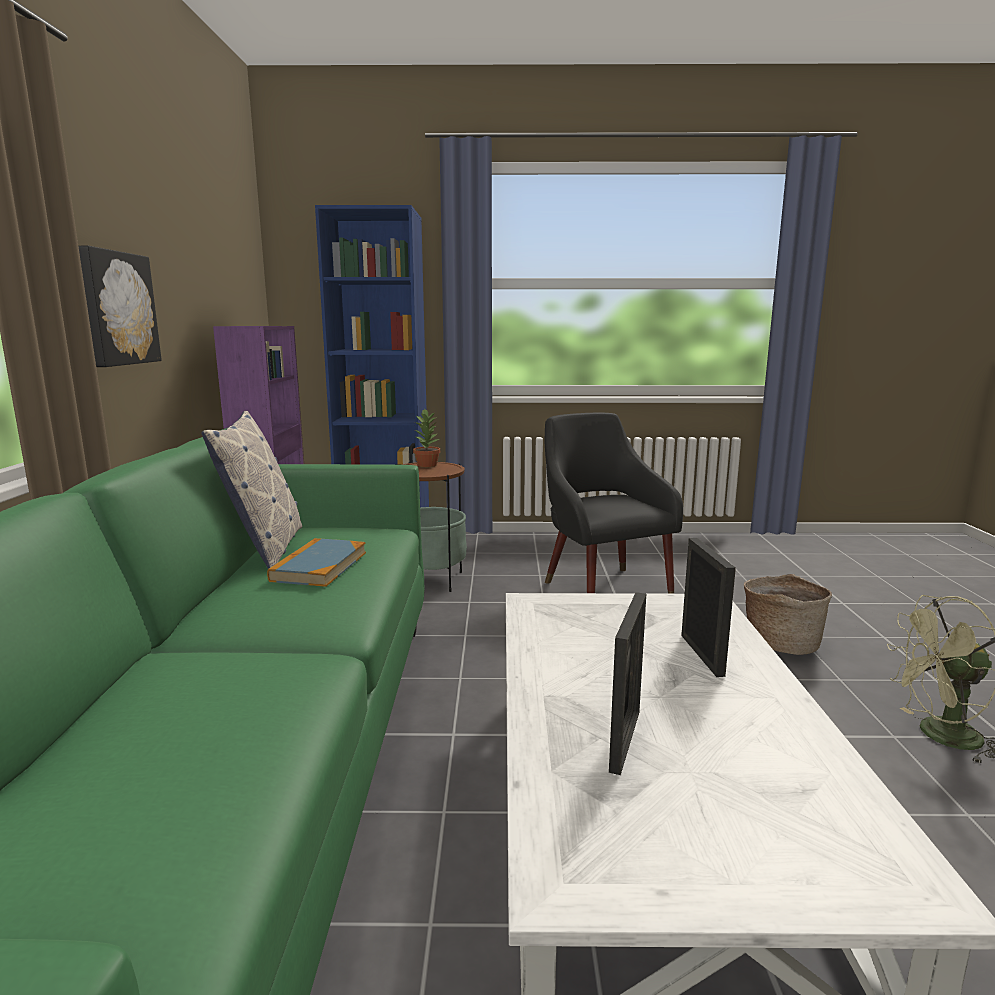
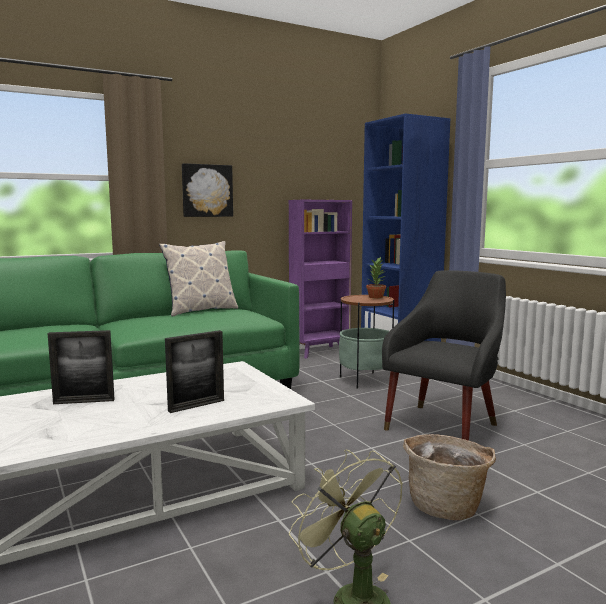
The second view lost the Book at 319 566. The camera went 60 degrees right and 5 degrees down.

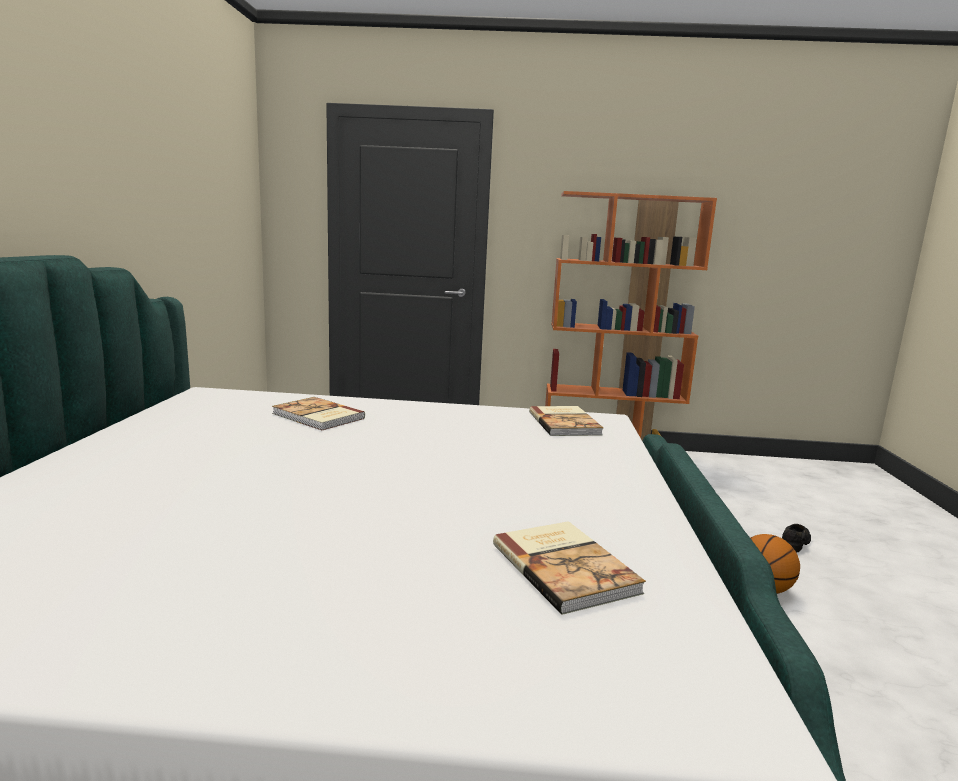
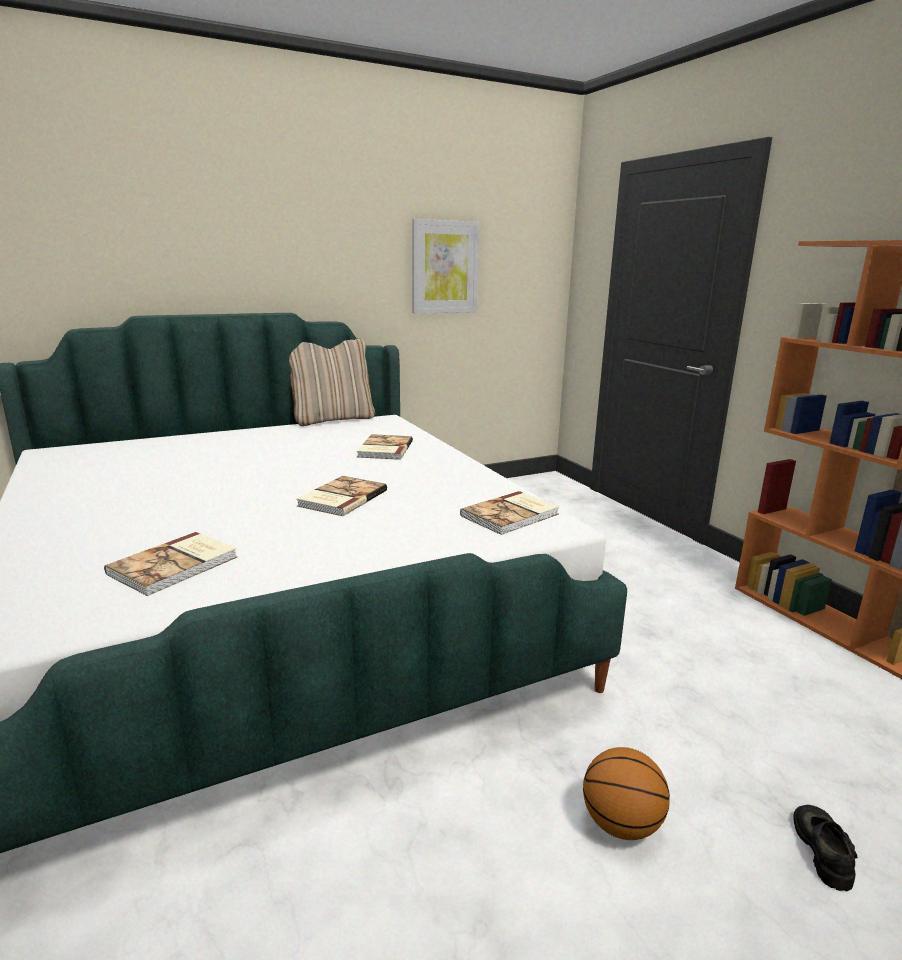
The BlackShoe at 794 542 ended up facing another way, 90 degrees counterclockwise from before. The second view gained the Picture at 444 267. The second view gained the BeigePillow at 332 419. The second view gained the Book at 341 498. The camera went 60 degrees right and 5 degrees up.

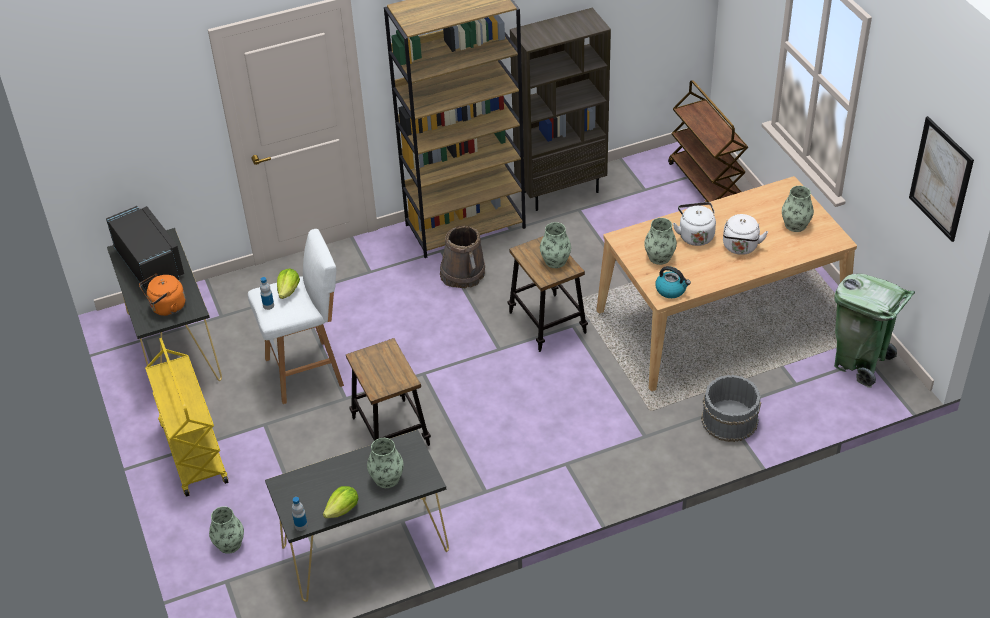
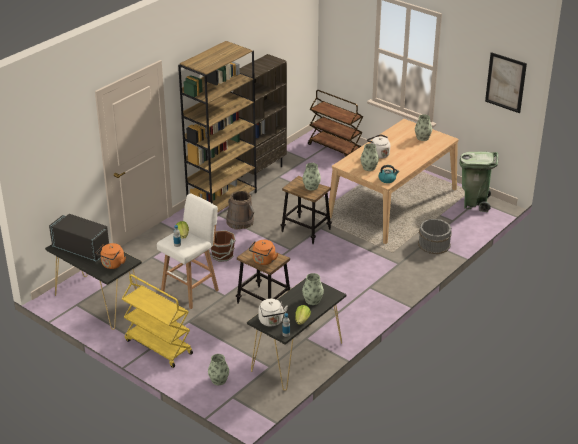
The WhiteKettle ended up elsewhere, having gone from 740 247 to 271 322. The second view gained the BrownBucket at 222 255. The second view gained the OrangeKettle at 263 261. The camera went 30 degrees left and 10 degrees down.

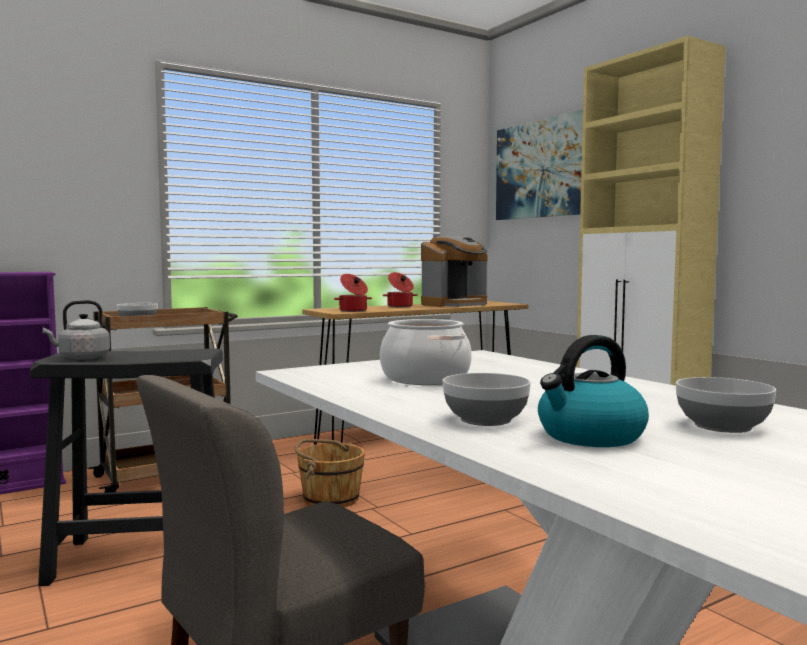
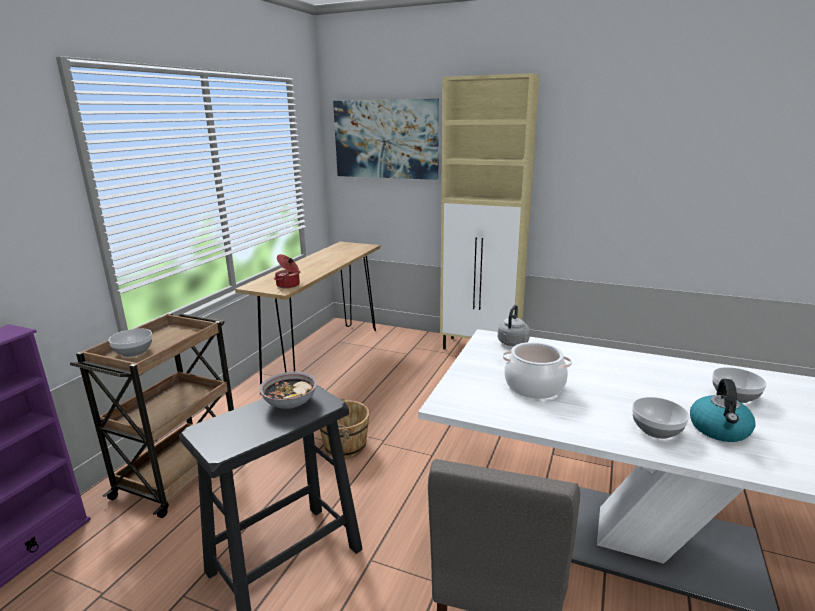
The second view lost the CoffeeMachine at 455 304. The second view lost the CookingPot at 400 306. The GreyKettle ended up elsewhere, having gone from 81 358 to 512 343. The second view gained the Bowl at 290 401. The camera went 35 degrees left and 15 degrees up.

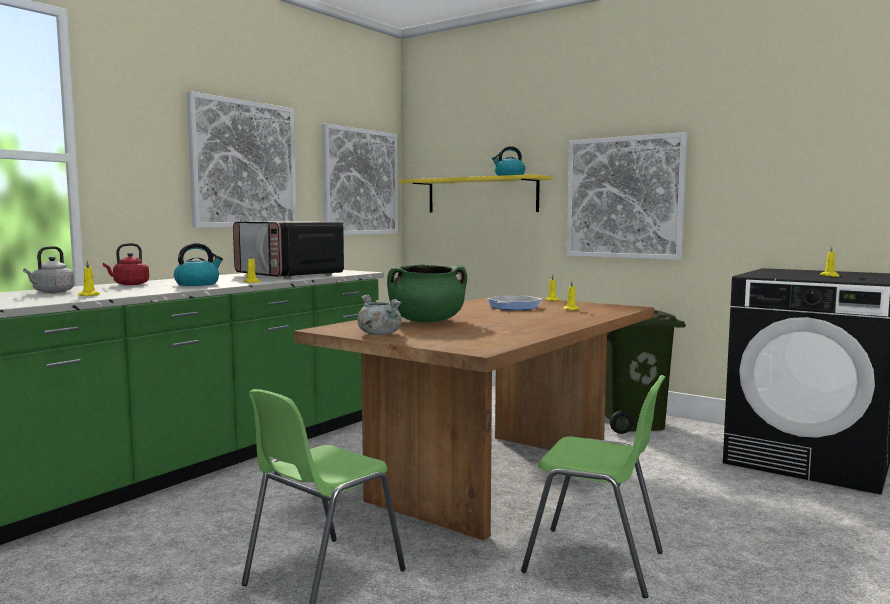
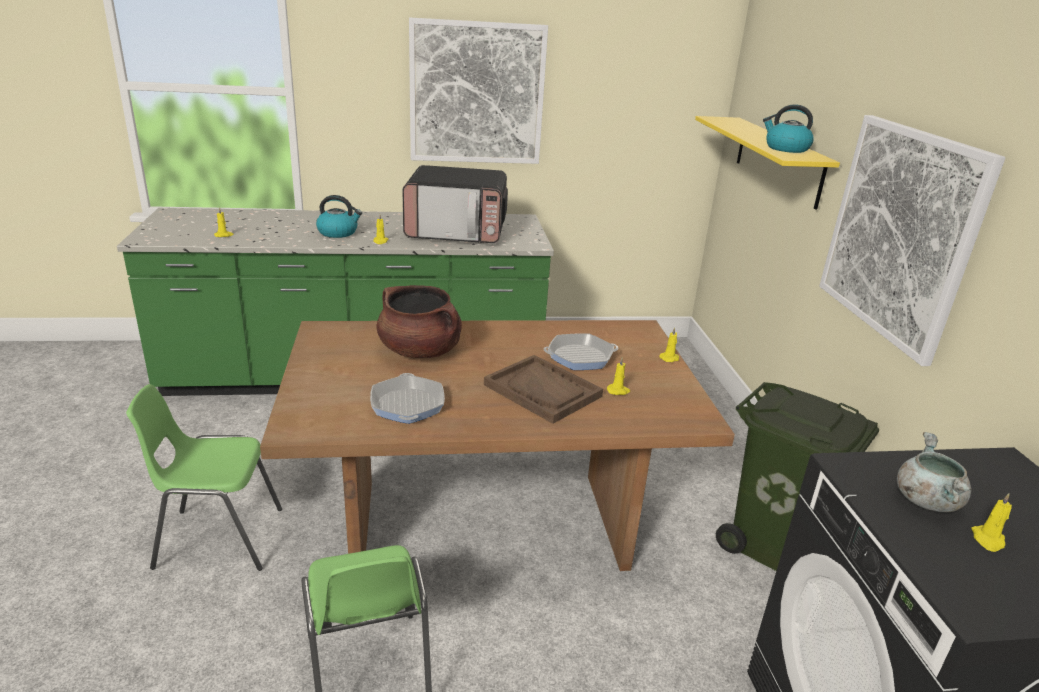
The second view lost the Picture at 360 182. The Microwave at 289 275 ended up facing another way, 90 degrees counterclockwise from before. The second view lost the RedKettle at 129 284. The second view lost the GreyKettle at 52 292. What was the GreenCookingPot at 427 321 turned into the BrownCookingPot at 420 351. The GreyCookingPot ended up elsewhere, having gone from 379 334 to 926 500. The second view gained the BrownTray at 543 391. The second view gained the FryingPan at 407 405. The camera went 45 degrees right and 20 degrees up.

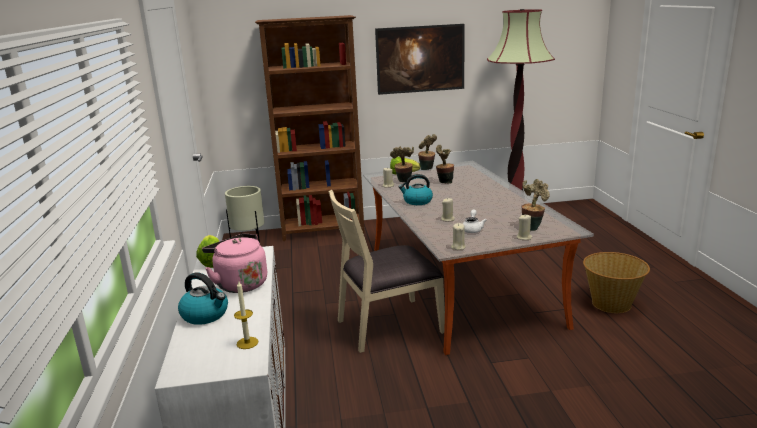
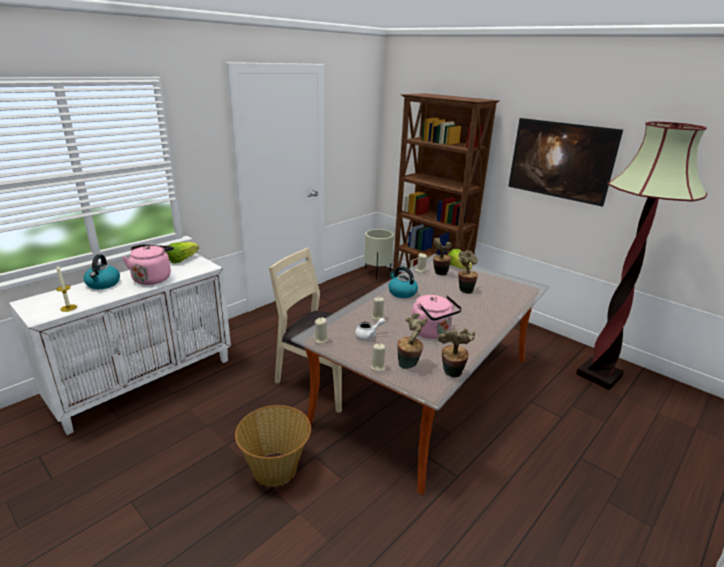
The PottedPlant ended up elsewhere, having gone from 427 169 to 452 374. The Basket ended up elsewhere, having gone from 611 303 to 276 468. The second view gained the PinkKettle at 432 332. The camera went 50 degrees right and 5 degrees up.

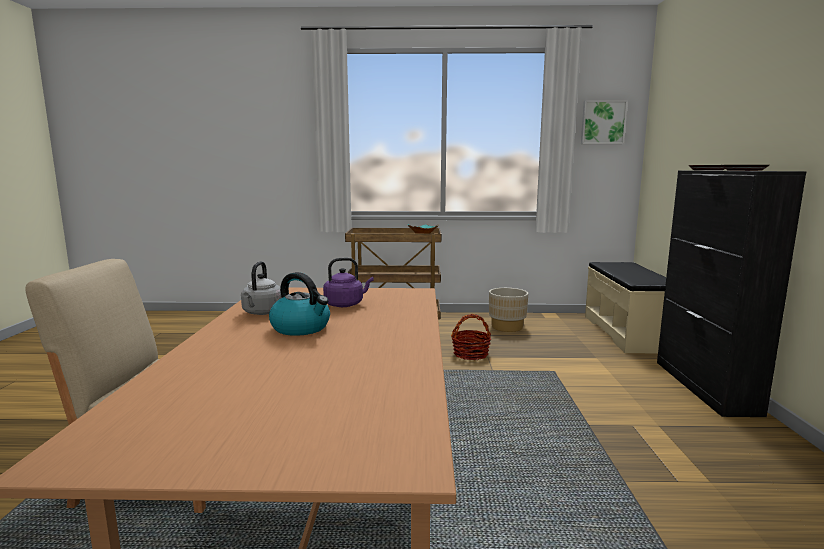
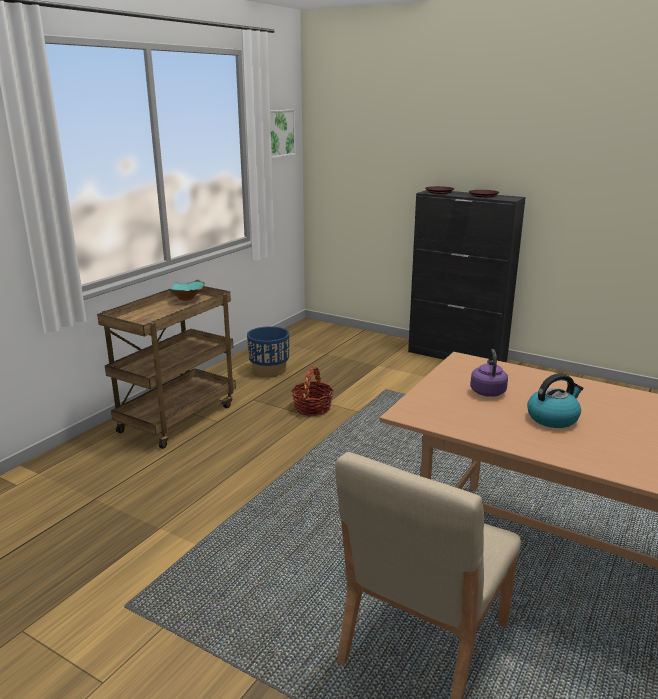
The second view lost the GreyKettle at 262 313. The second view lost the BeigeBench at 628 333. What was the BeigePlanter at 507 327 turned into the BluePlanter at 269 370. The camera went 60 degrees left and 10 degrees up.

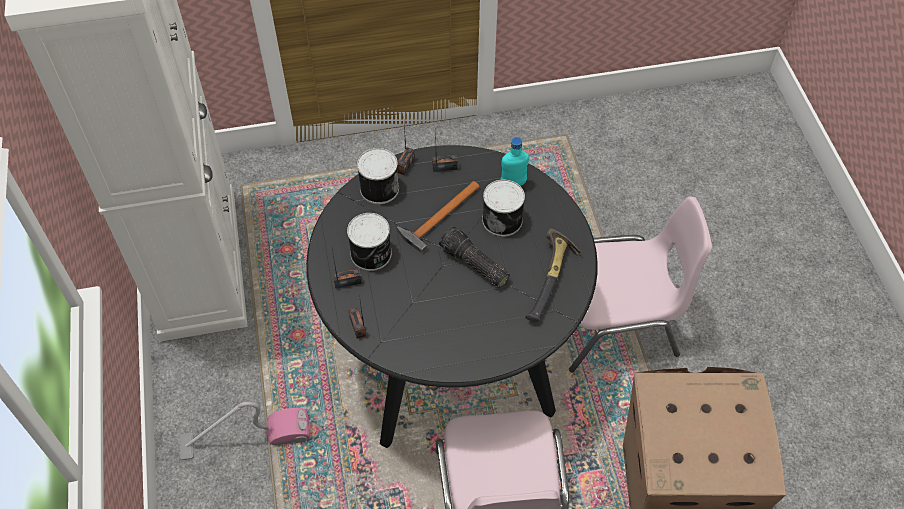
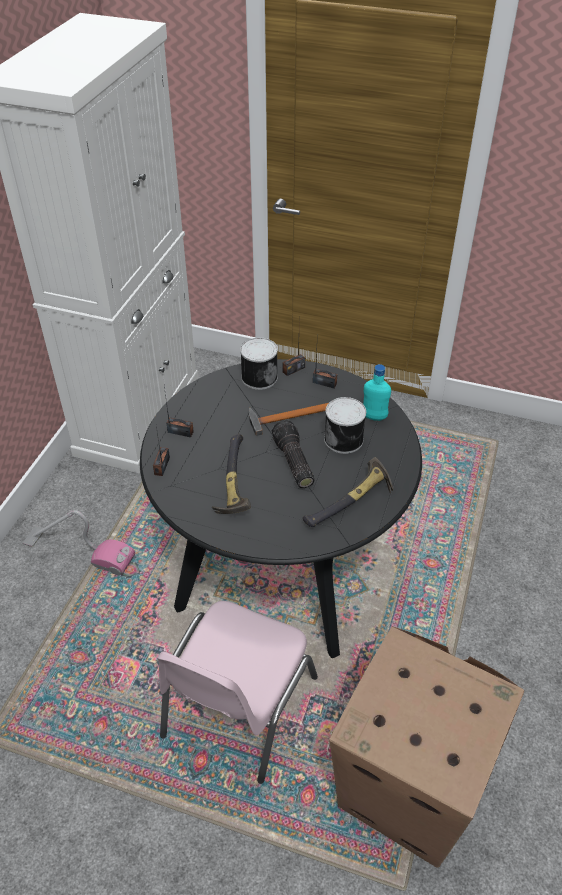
The second view lost the PinkChair at 616 320. The second view lost the Can at 372 254. The second view gained the Hammer at 231 483. The camera went 30 degrees right and 10 degrees down.

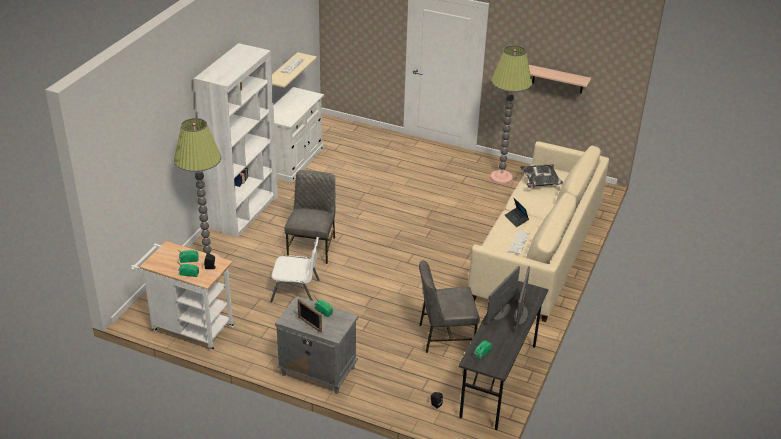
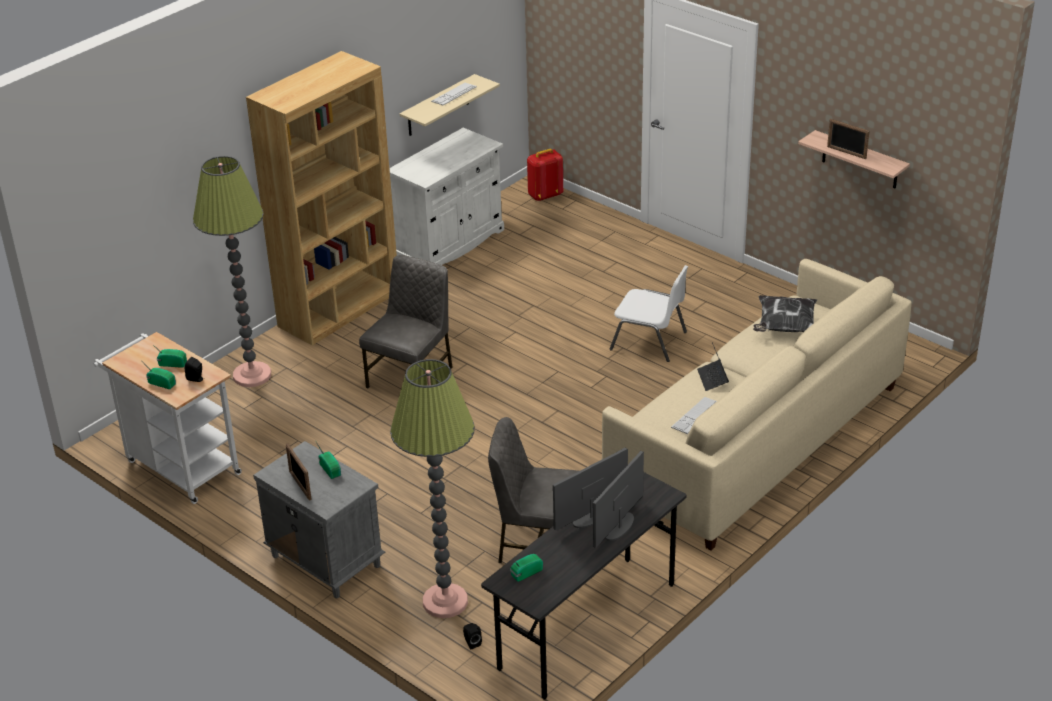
What was the WhiteBookcase at 244 212 turned into the BrownBookcase at 339 309. The FloorLamp ended up elsewhere, having gone from 501 177 to 445 601. The WhiteChair ended up elsewhere, having gone from 296 291 to 650 341. The second view gained the PictureFrame at 846 152. The second view gained the RedBackpack at 544 195. The camera went 20 degrees right and 0 degrees up.

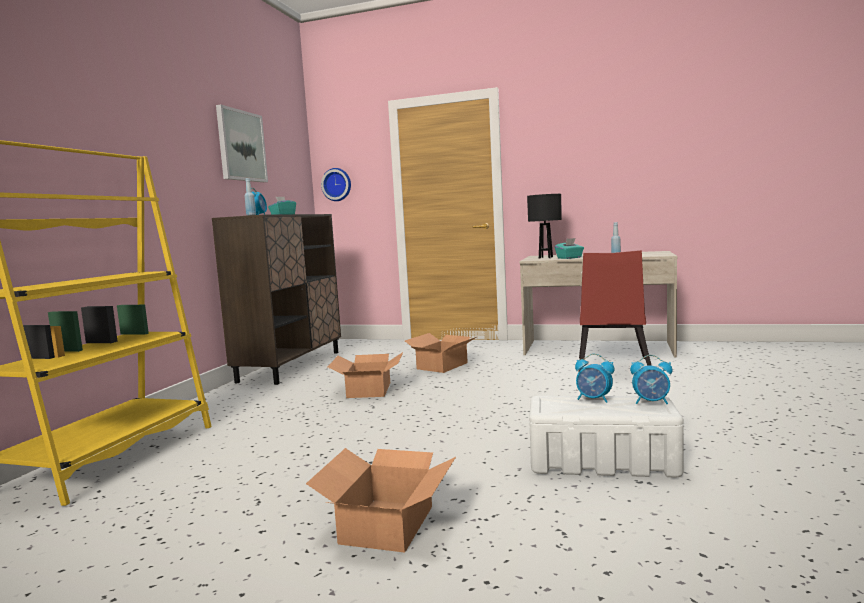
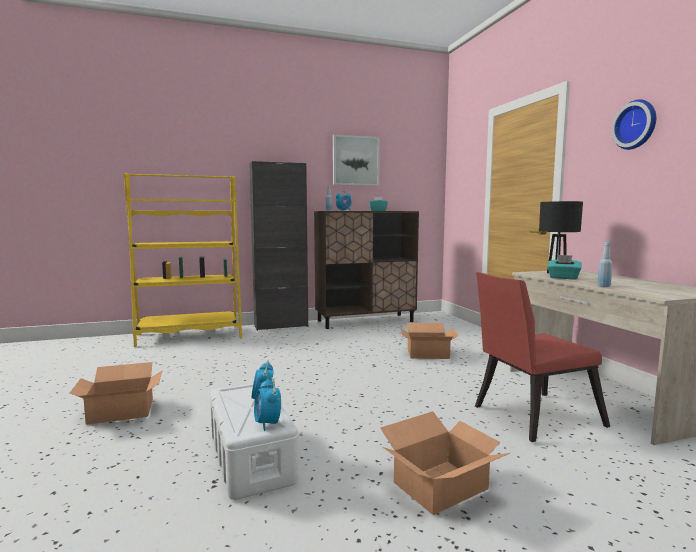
The WallClock ended up elsewhere, having gone from 337 184 to 636 125. The CardboardBox ended up elsewhere, having gone from 369 390 to 442 486. The second view gained the BlackCabinet at 281 325. The camera went 55 degrees right and 0 degrees up.

